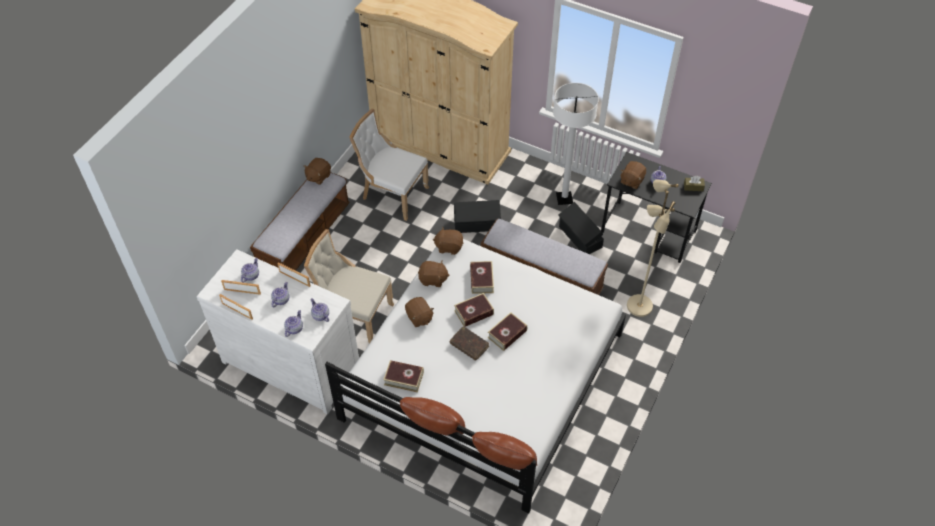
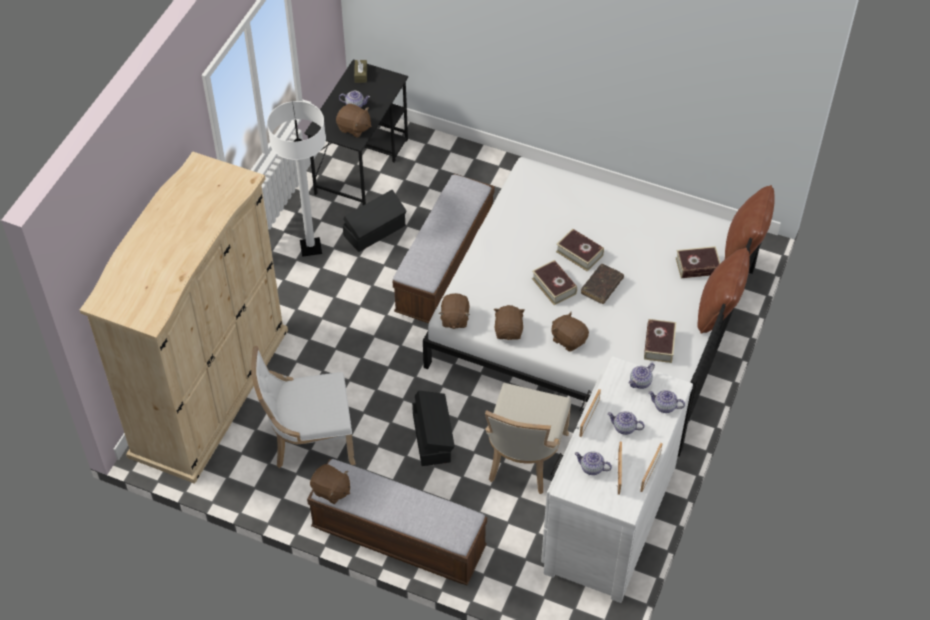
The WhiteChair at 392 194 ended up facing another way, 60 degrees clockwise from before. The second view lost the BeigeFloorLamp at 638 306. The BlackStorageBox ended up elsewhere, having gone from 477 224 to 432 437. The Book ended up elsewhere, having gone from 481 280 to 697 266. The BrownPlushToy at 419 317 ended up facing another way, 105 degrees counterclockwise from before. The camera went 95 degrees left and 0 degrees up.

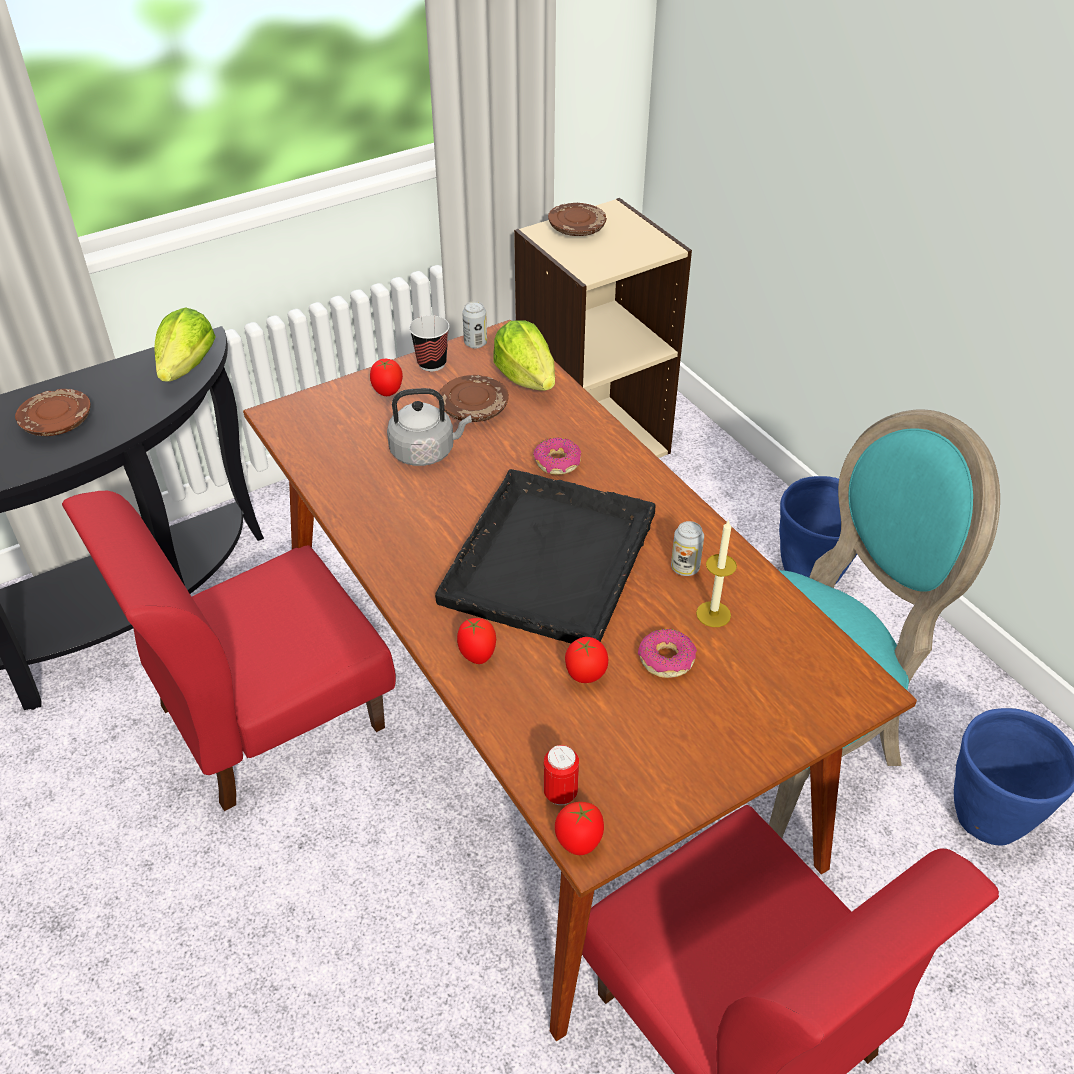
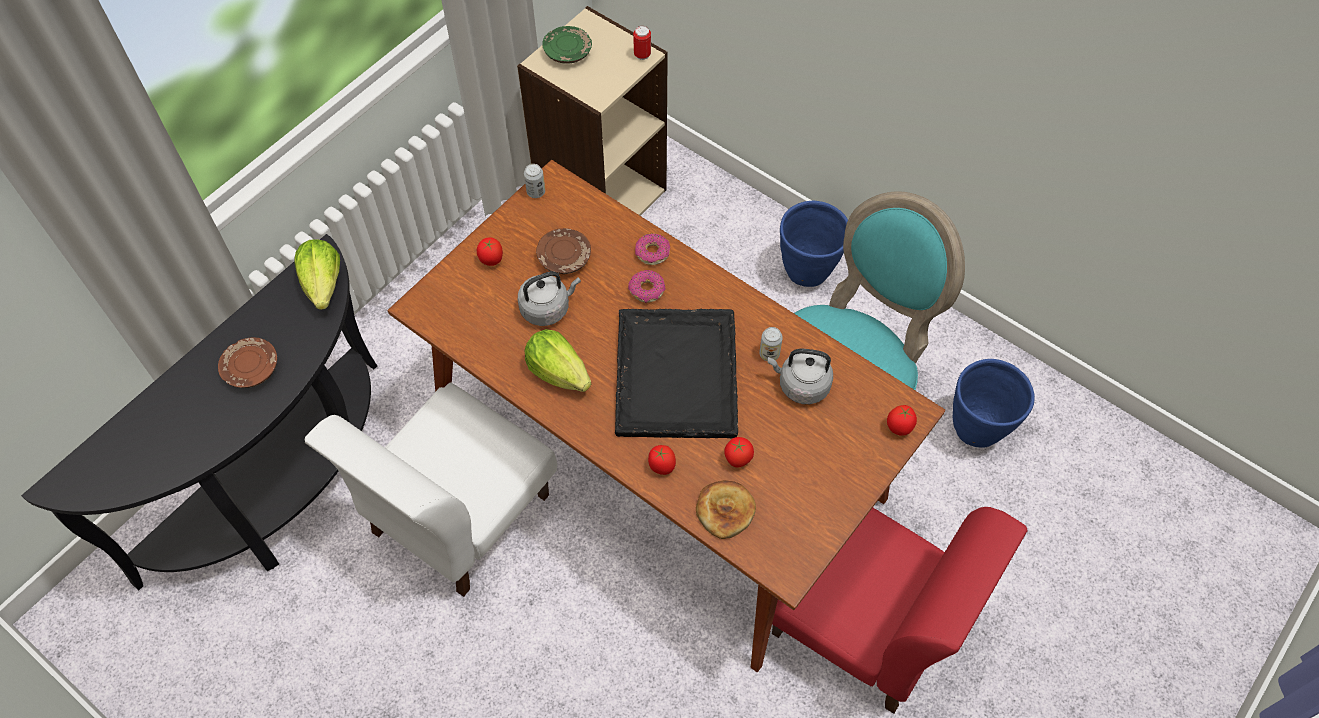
What was the BrownPlate at 577 229 turned into the GreenPlate at 567 51. The second view lost the Cup at 432 363. The Lettuce ended up elsewhere, having gone from 526 378 to 558 372. What was the RedChair at 269 716 turned into the WhiteChair at 459 514. Where the Candle stood at 713 614, the GreyKettle came to stand at 801 385. The Donut ended up elsewhere, having gone from 666 659 to 652 253. The Can ended up elsewhere, having gone from 560 794 to 642 55. The Tomato ended up elsewhere, having gone from 579 843 to 899 428. The second view gained the Bread at 725 510. The camera went 20 degrees left and 15 degrees up.

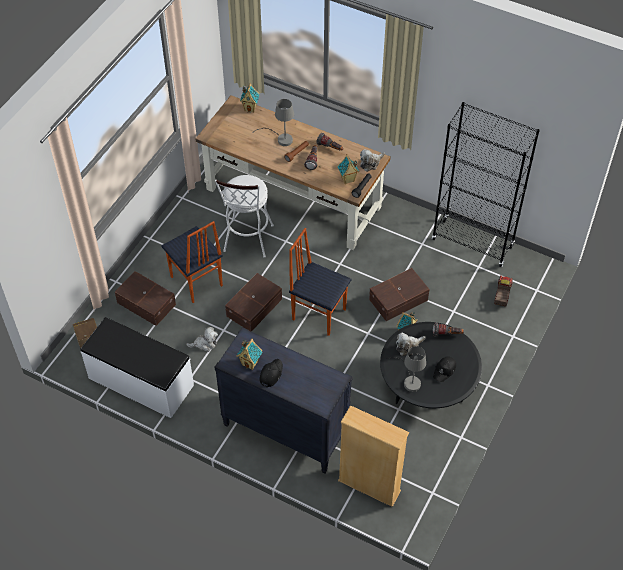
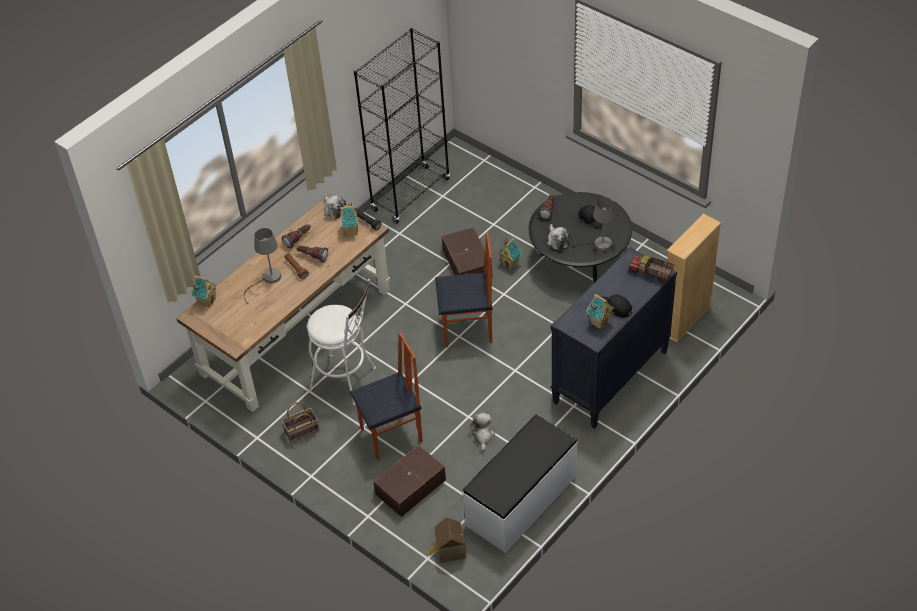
The Chair at 319 313 ended up facing another way, 135 degrees counterclockwise from before. The second view lost the BrownStorageBox at 255 307. The ToyTruck ended up elsewhere, having gone from 502 295 to 650 274. The second view gained the Basket at 301 432. The camera went 75 degrees left and 5 degrees down.

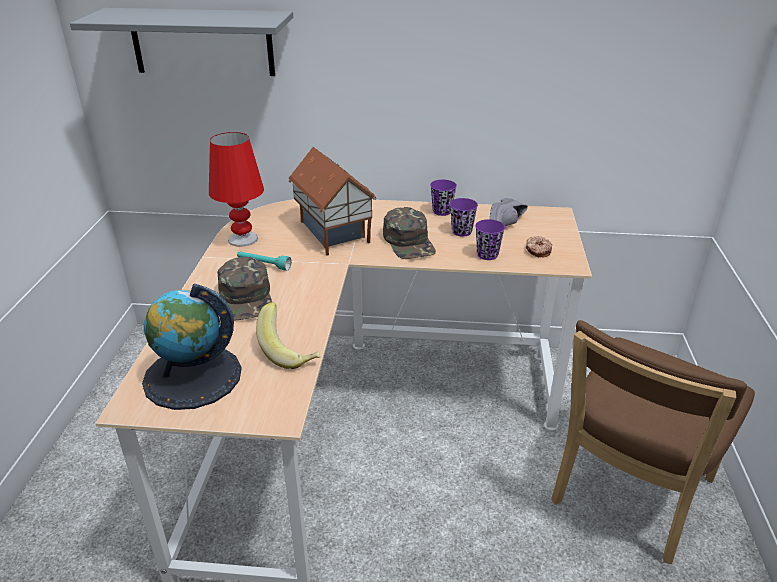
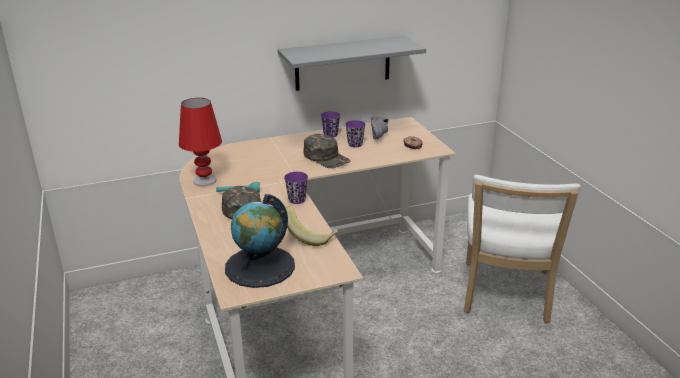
The GreyShelf ended up elsewhere, having gone from 202 42 to 343 63. The second view lost the ToyHouse at 332 233. The PurpleCup ended up elsewhere, having gone from 487 255 to 297 200. What was the BrownChair at 628 496 turned into the WhiteChair at 505 295. The camera went 25 degrees left and 5 degrees down.

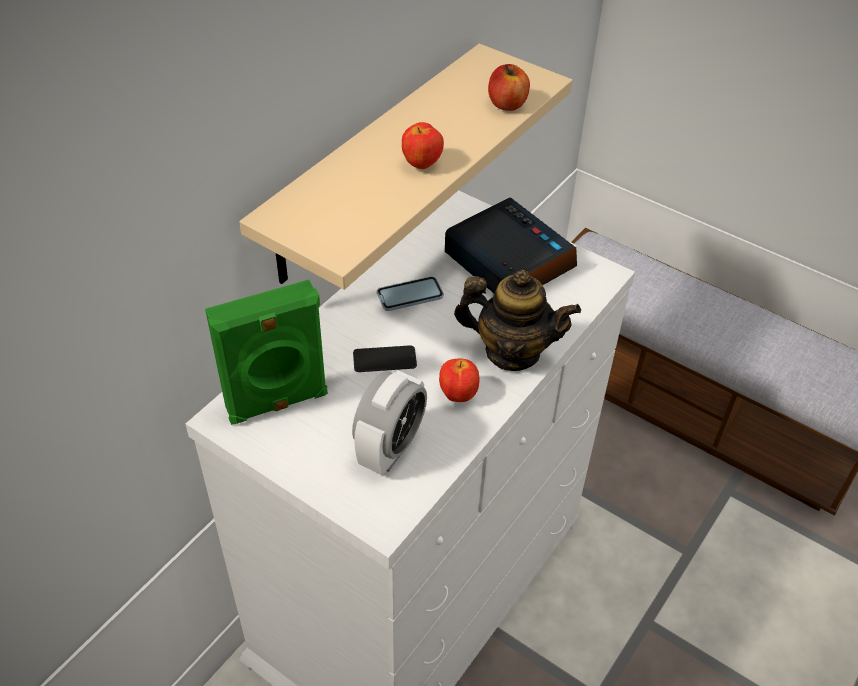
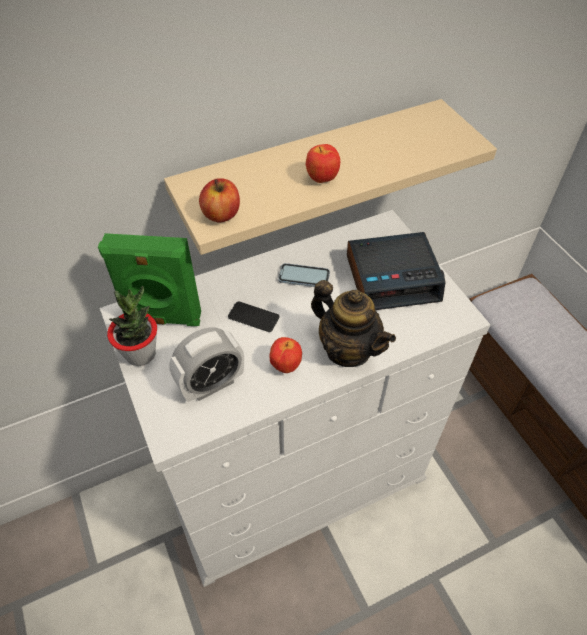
The Apple ended up elsewhere, having gone from 507 104 to 221 214. The AlarmClock at 507 261 ended up facing another way, 90 degrees clockwise from before. The second view gained the PottedPlant at 141 354. The camera went 30 degrees right and 5 degrees up.

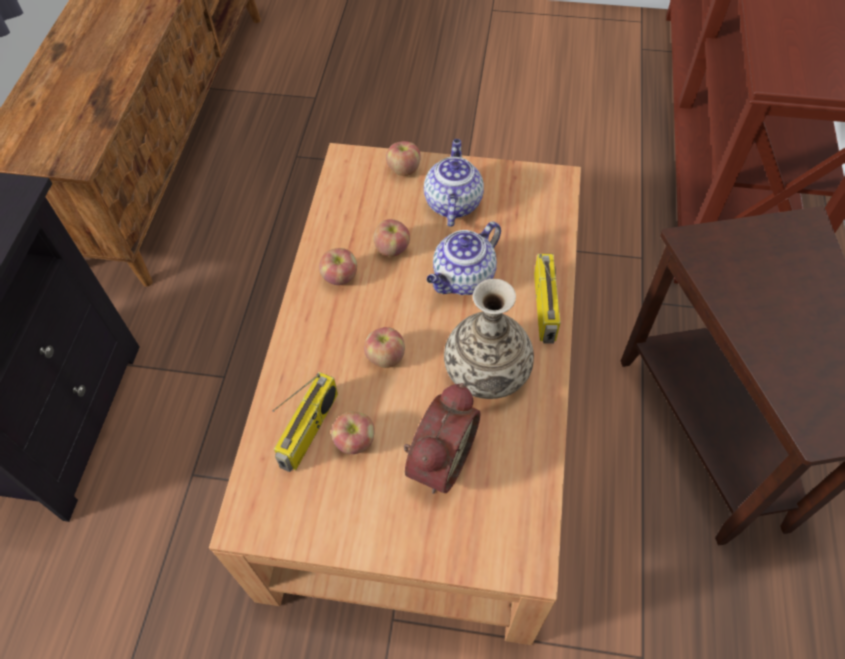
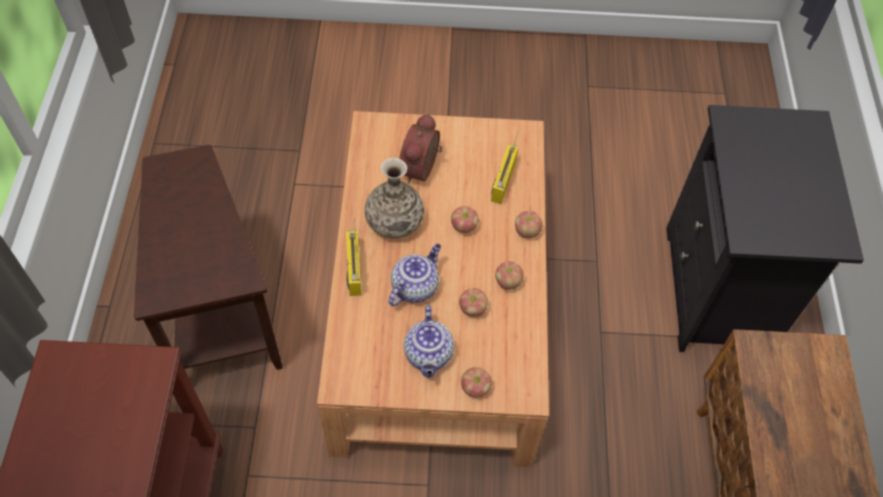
The Apple ended up elsewhere, having gone from 355 441 to 527 231. The camera went 170 degrees right and 0 degrees up.

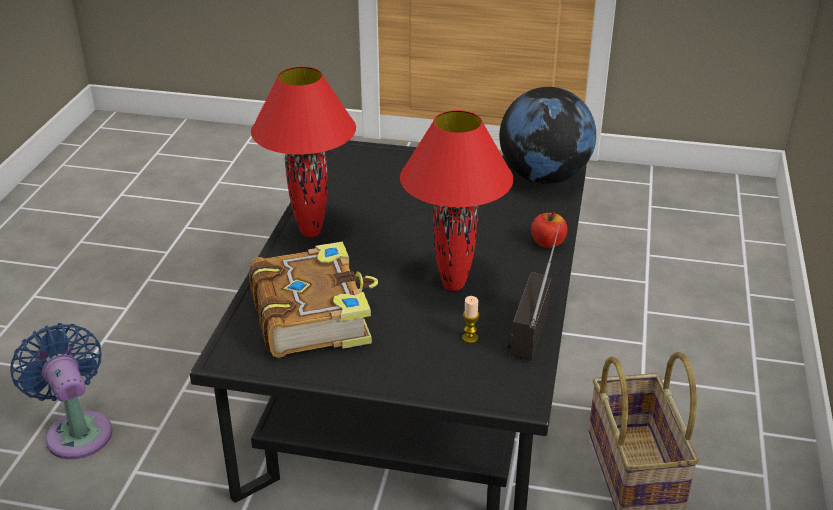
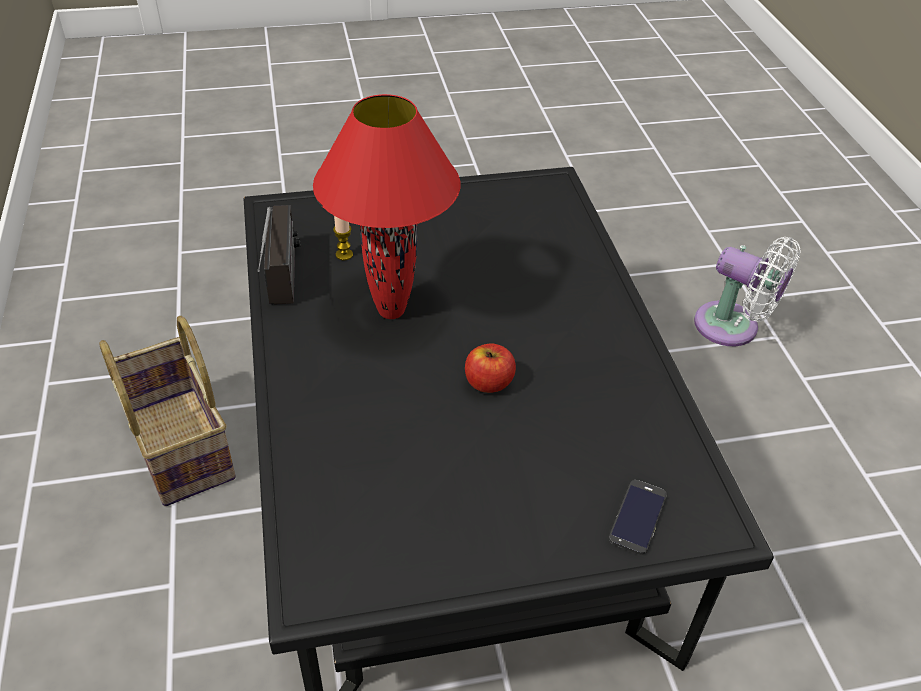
The second view lost the RedTableLamp at 312 232. The second view lost the Globe at 544 177. The Apple ended up elsewhere, having gone from 548 242 to 488 382. The second view lost the Book at 312 315. What was the BlueFan at 77 430 turned into the WhiteFan at 732 328. The second view gained the Phone at 638 517. The camera went 155 degrees right and 10 degrees up.

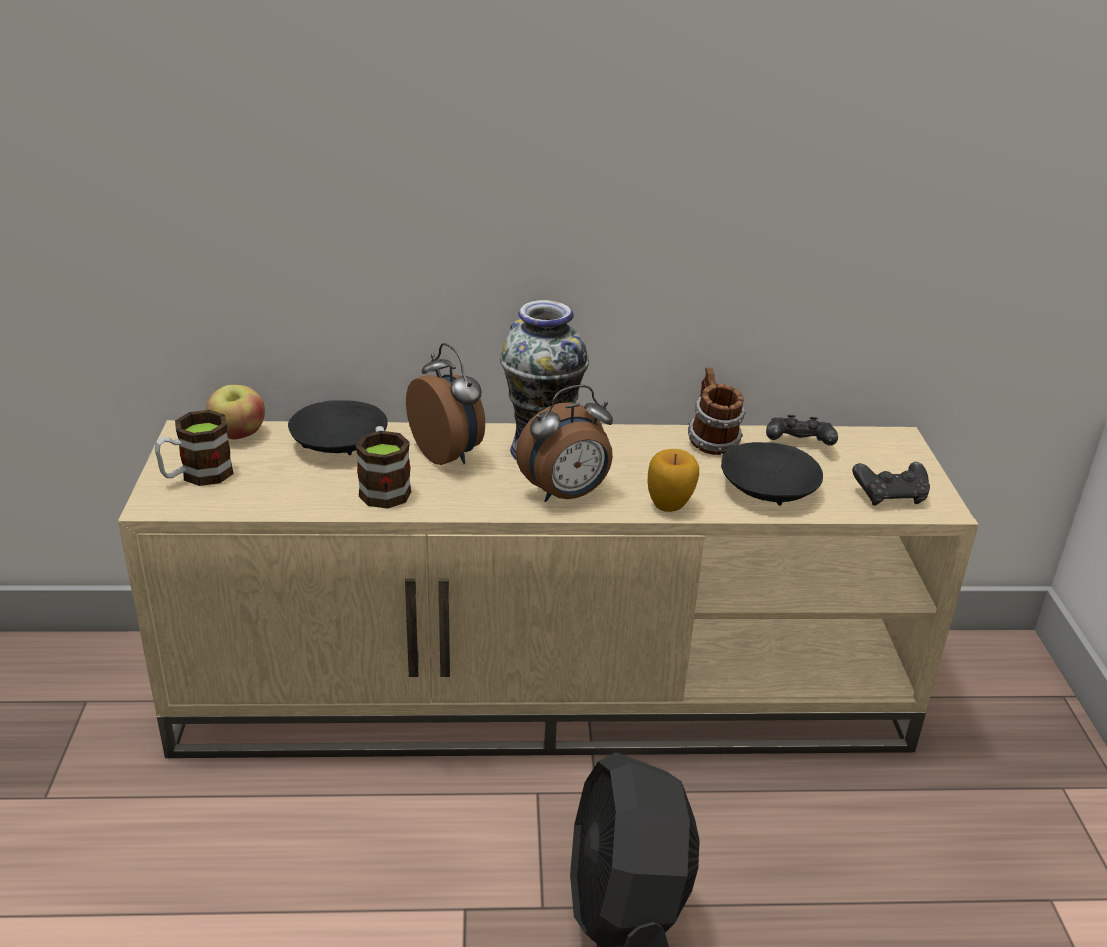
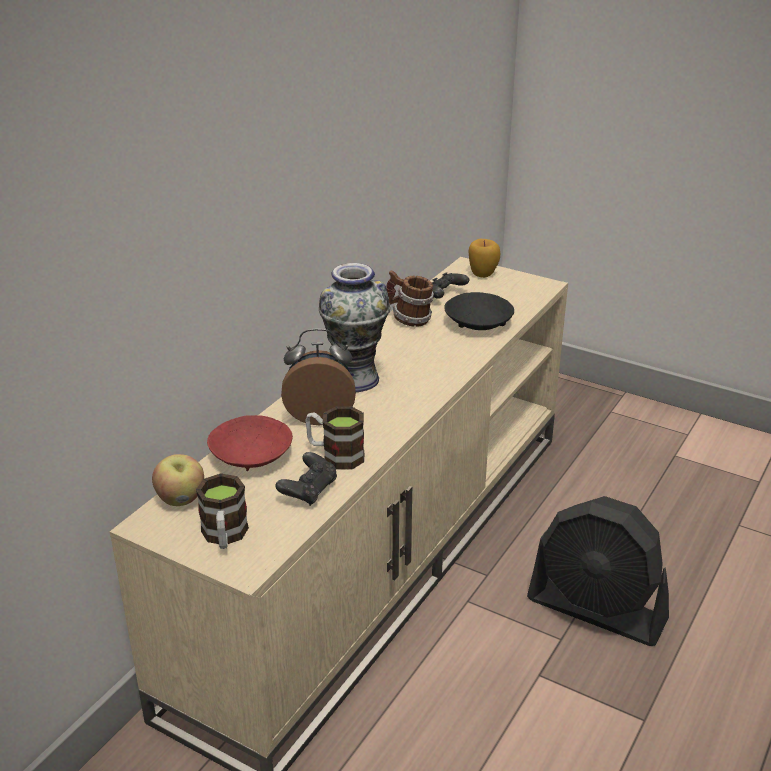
The second view lost the AlarmClock at 566 495. What was the BlackBowl at 341 443 turned into the RedBowl at 252 455. The Apple ended up elsewhere, having gone from 670 505 to 483 274. The BlackGameController ended up elsewhere, having gone from 890 496 to 309 490. The camera went 55 degrees left and 0 degrees up.

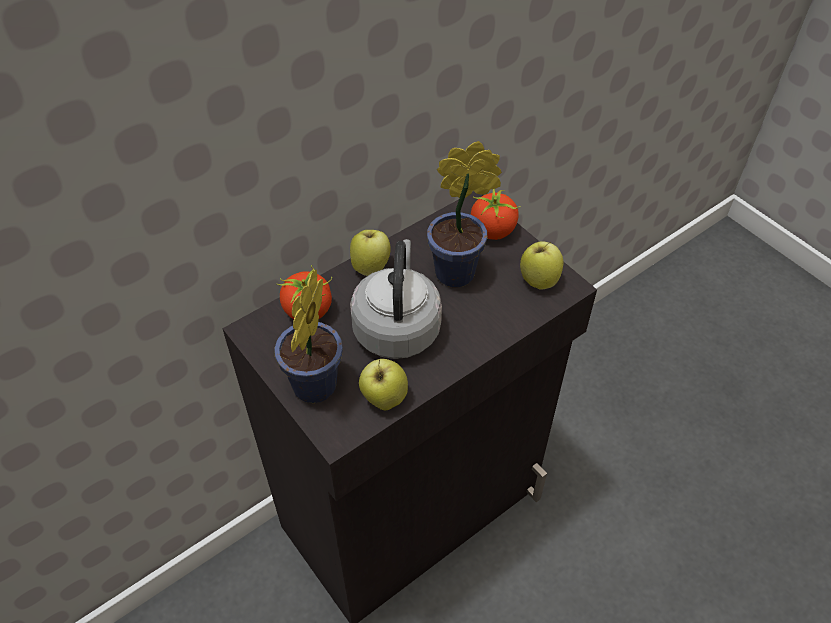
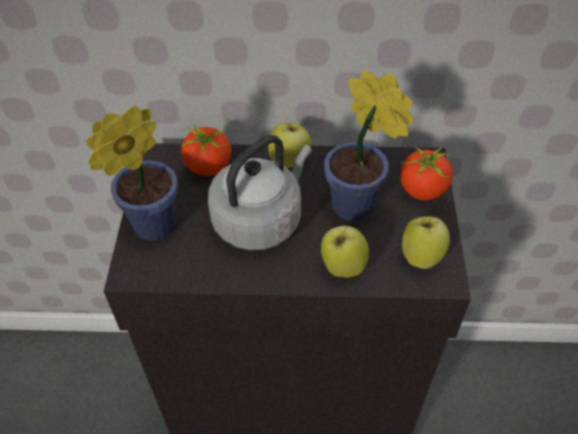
The Apple ended up elsewhere, having gone from 384 399 to 342 267. The camera went 40 degrees right and 0 degrees up.

